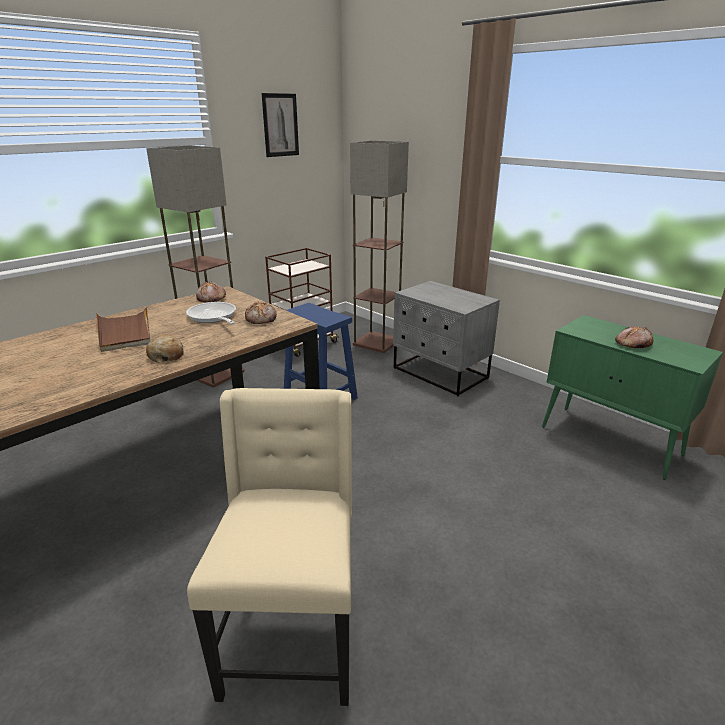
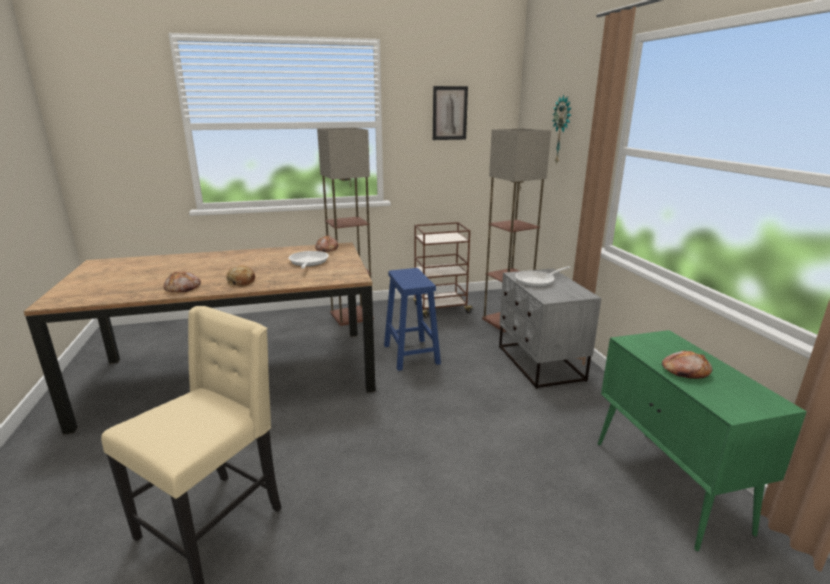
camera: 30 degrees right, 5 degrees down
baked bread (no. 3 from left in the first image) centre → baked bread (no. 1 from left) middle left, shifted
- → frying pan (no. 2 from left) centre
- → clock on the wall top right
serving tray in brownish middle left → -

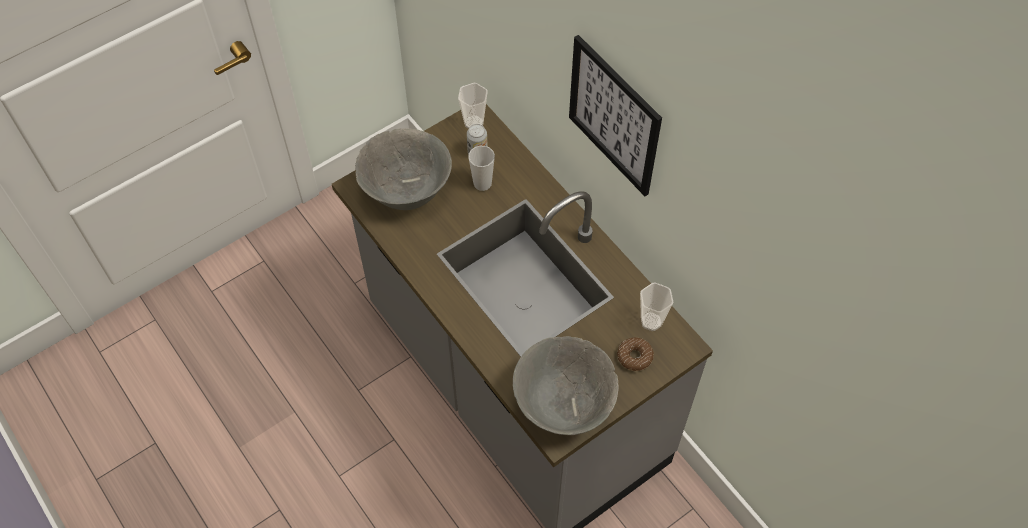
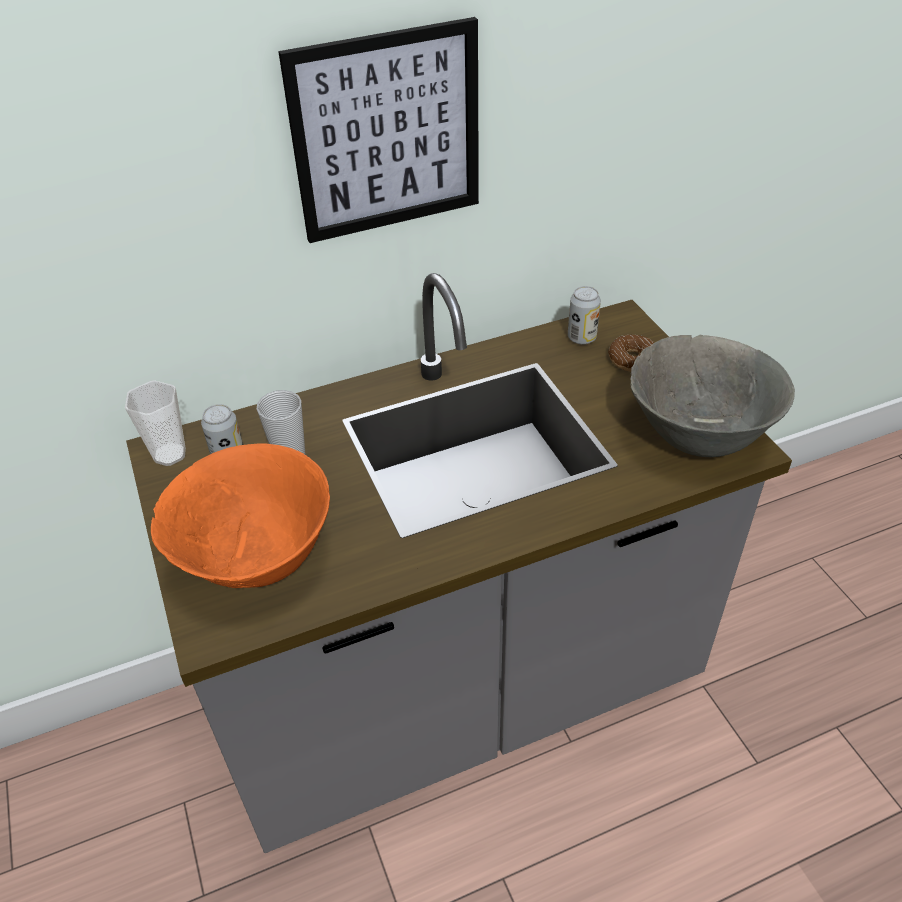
camera: 75 degrees left, 15 degrees down
bowl in grey (no. 1 from left) top centre → bowl in orangey middle left
cup (no. 3 from left) centre → can (no. 2 from left) centre

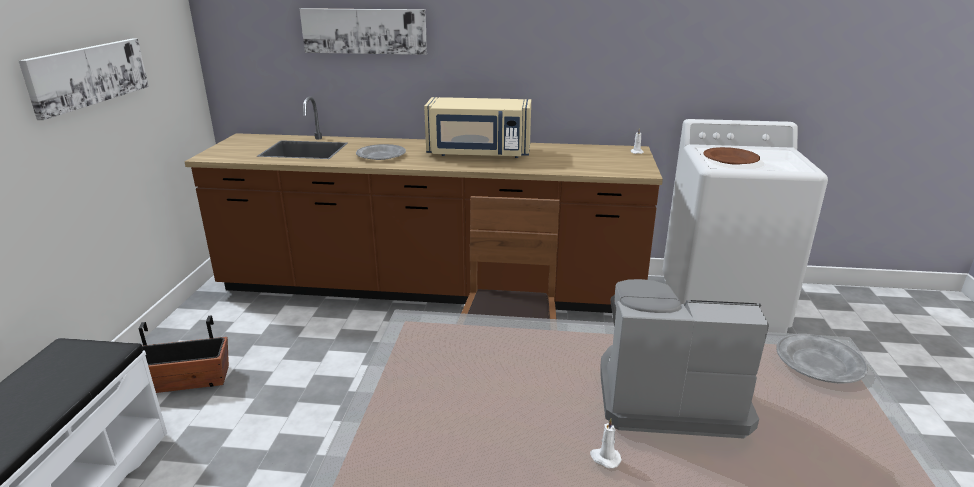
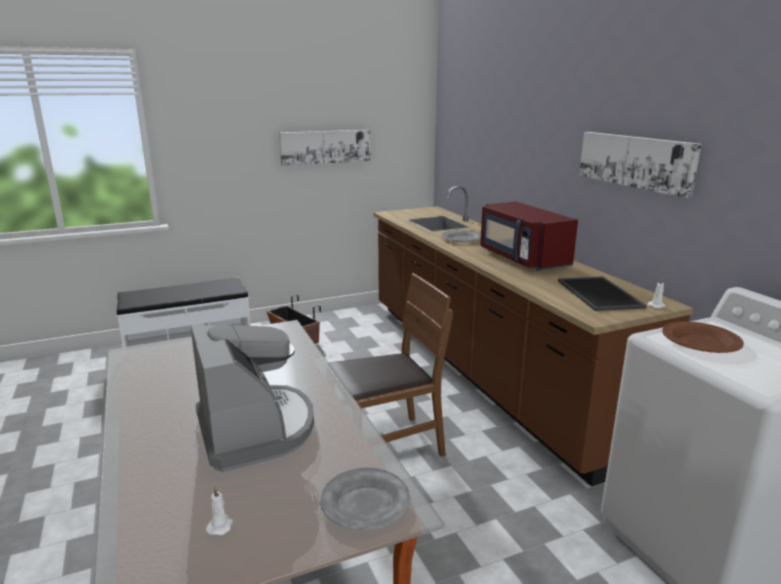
camera: 60 degrees right, 5 degrees down
candle in white-coloured (no. 1 from left) bottom centre → candle in white-coloured (no. 1 from left) bottom left, shifted
microwave oven in sand-coloured top centre → microwave oven in red middle right
- → serving tray middle right
wall picture (no. 2 from left) top centre → wall picture (no. 2 from left) top right, shifted

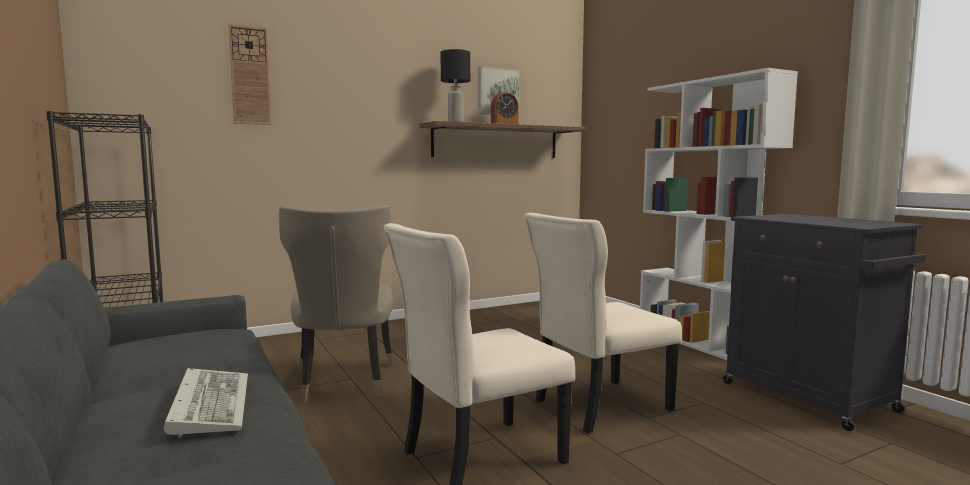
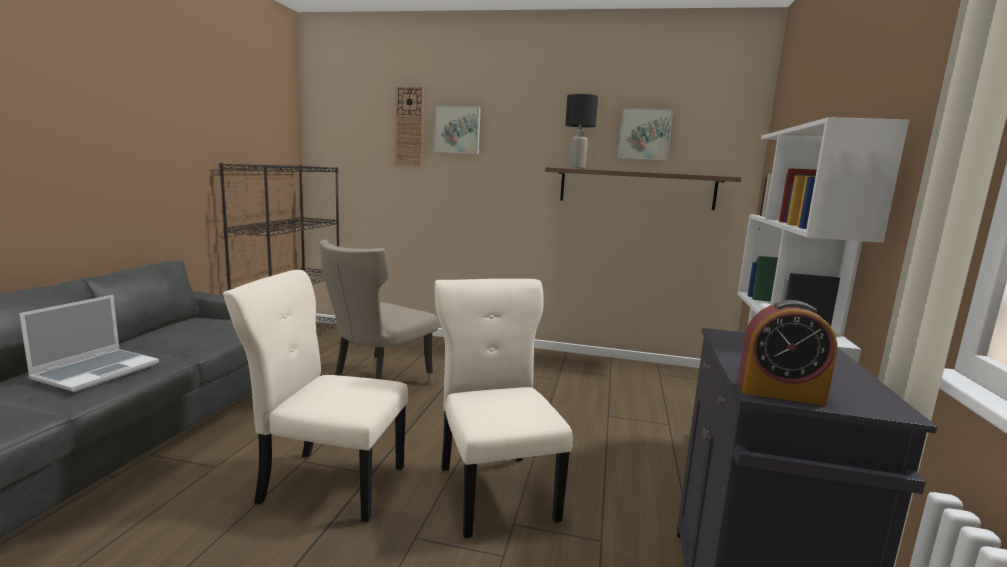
camera: 40 degrees right, 5 degrees up
PC keyboard bottom left → laptop middle left
- → wall picture (no. 1 from left) top centre
plain chair in sand-coloured (no. 3 from left) centre → plain chair in sand-coloured (no. 3 from left) bottom centre, 60 degrees clockwise
alarm clock top centre → alarm clock middle right, shifted

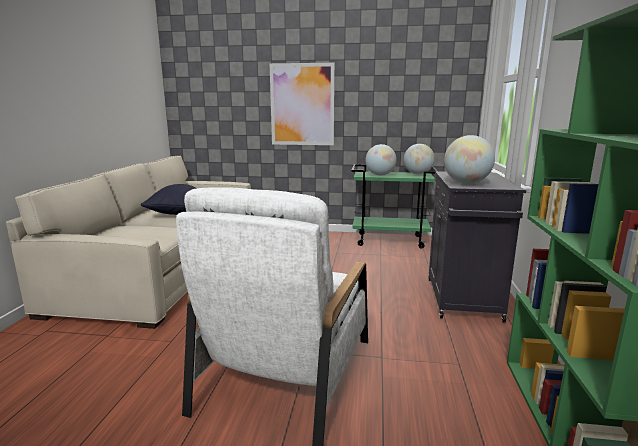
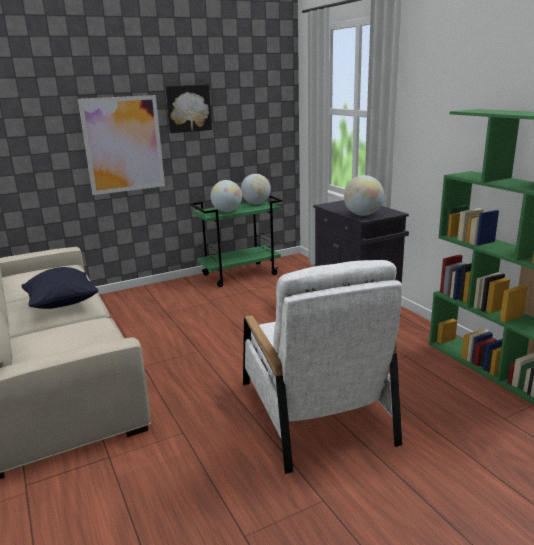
camera: 35 degrees left, 5 degrees up
- → wall picture (no. 2 from left) top centre

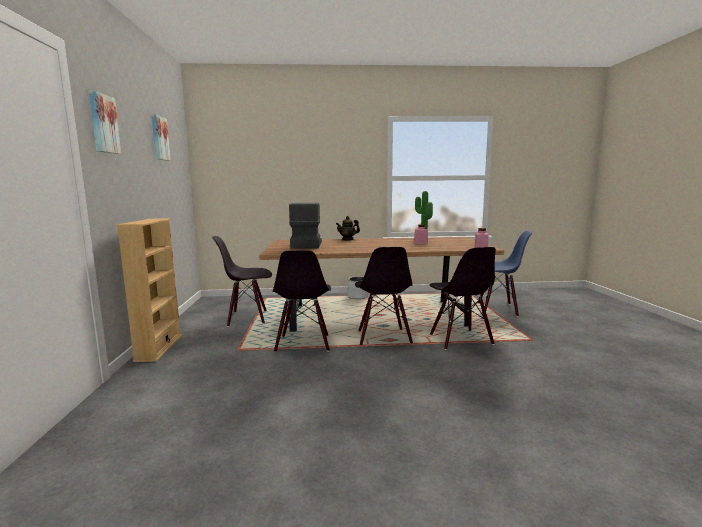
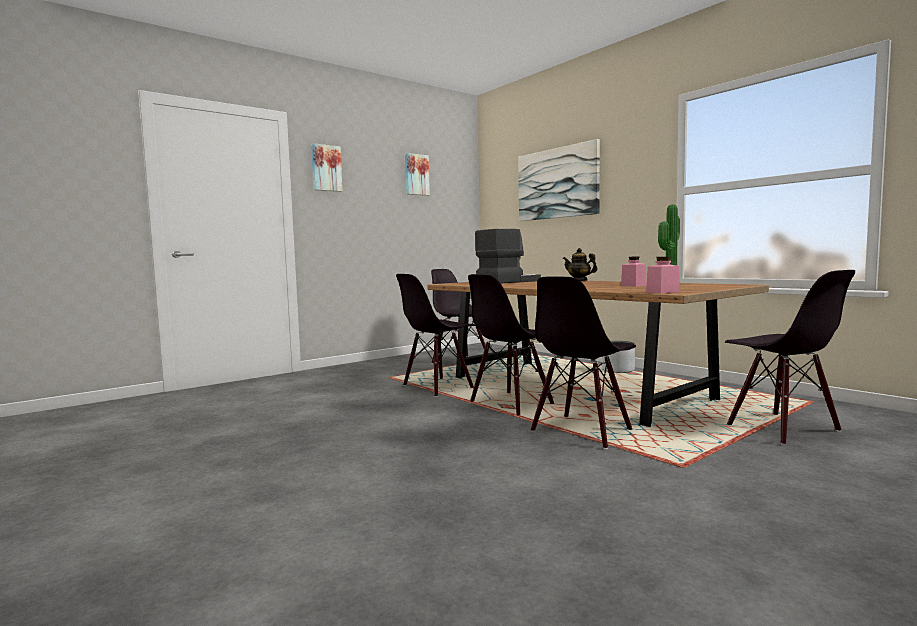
camera: 55 degrees right, 5 degrees down
- → wall picture (no. 3 from left) top centre
plain chair in blue-coloured middle right → plain chair in black (no. 5 from left) middle right
bookshelf in sand-coloured middle left → -

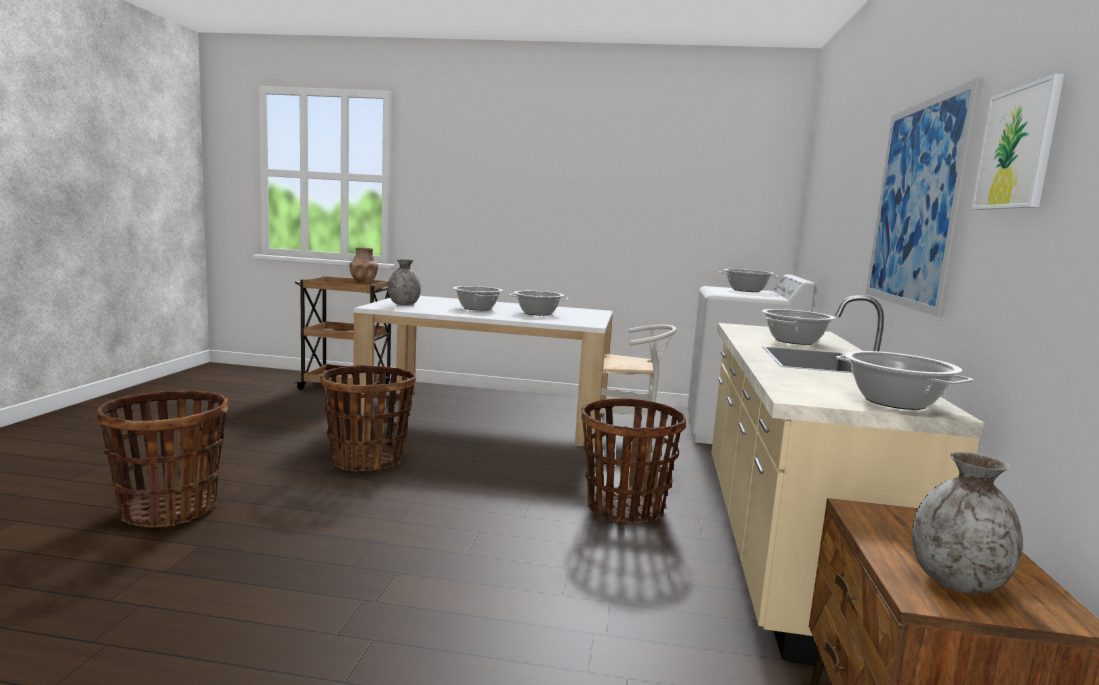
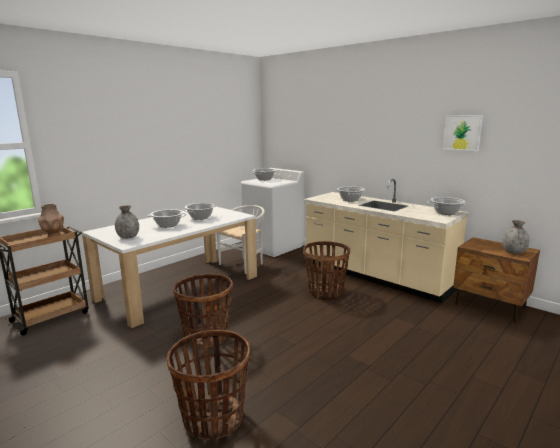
camera: 55 degrees left, 5 degrees up
wall picture (no. 1 from left) top right → -

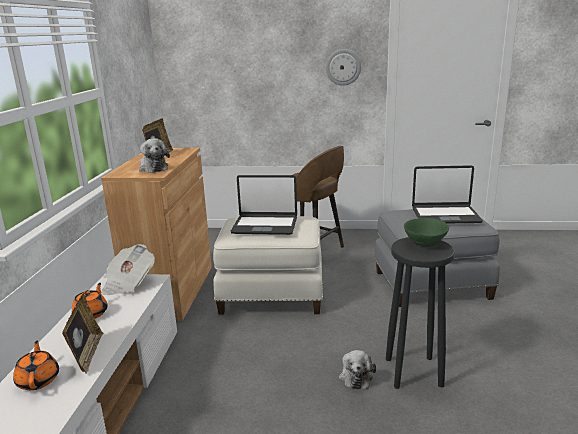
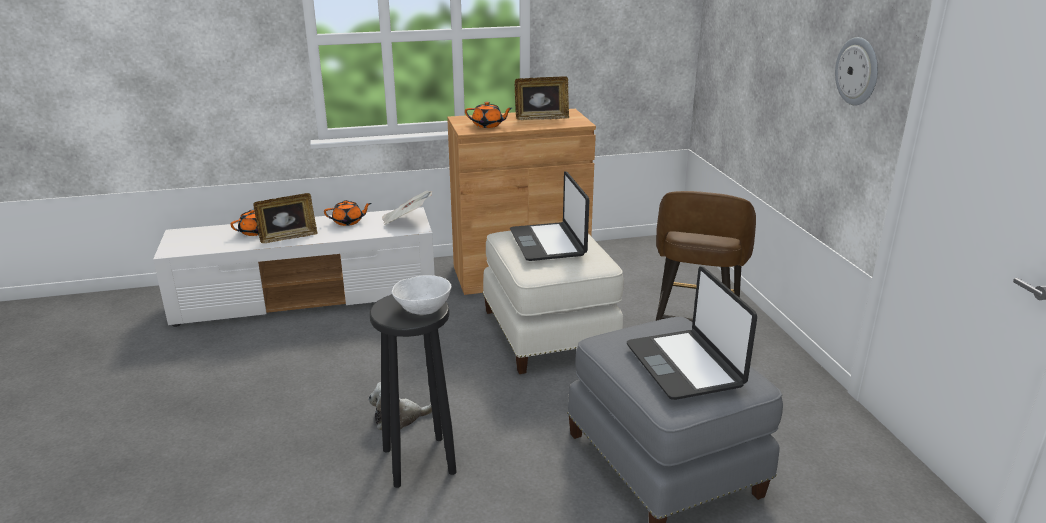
camera: 70 degrees right, 5 degrees up
bowl in green-coloured middle right → bowl in white-coloured centre
soft toy (no. 1 from left) middle left → tea pot in orangey (no. 3 from left) top centre

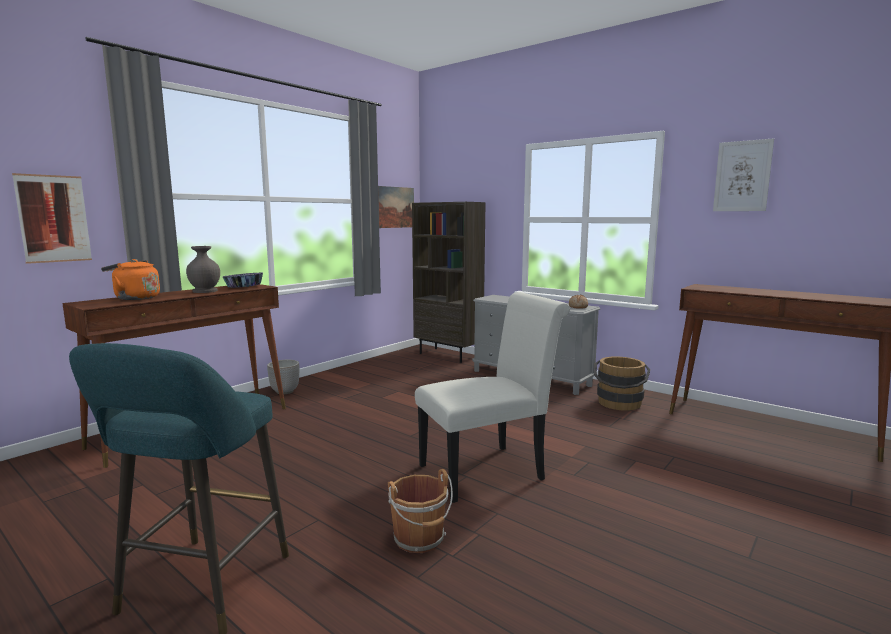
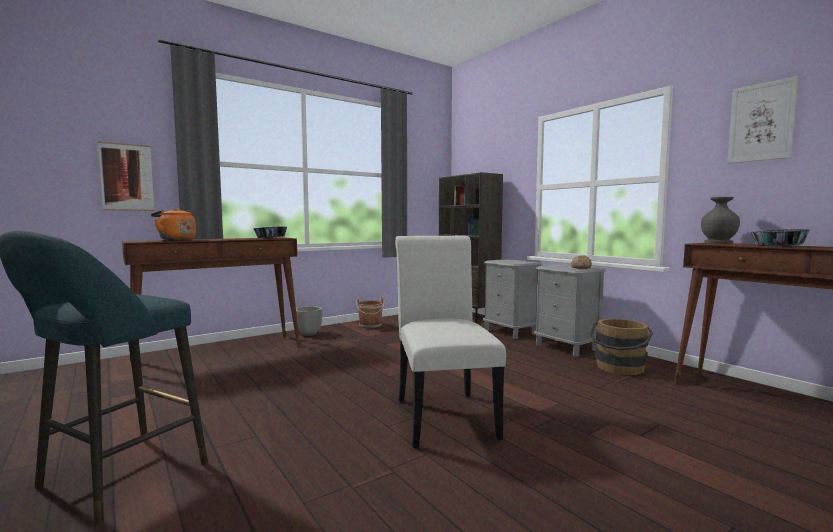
camera: 15 degrees right, 5 degrees down
pail in brownish (no. 1 from left) bottom centre → pail in brownish (no. 1 from left) centre, shifted
plain chair in white-coloured centre, 90 degrees counterclockwise
flower vase in grey middle left → flower vase in grey middle right, shifted
- → bowl (no. 2 from left) middle right
wall picture (no. 2 from left) top centre → -

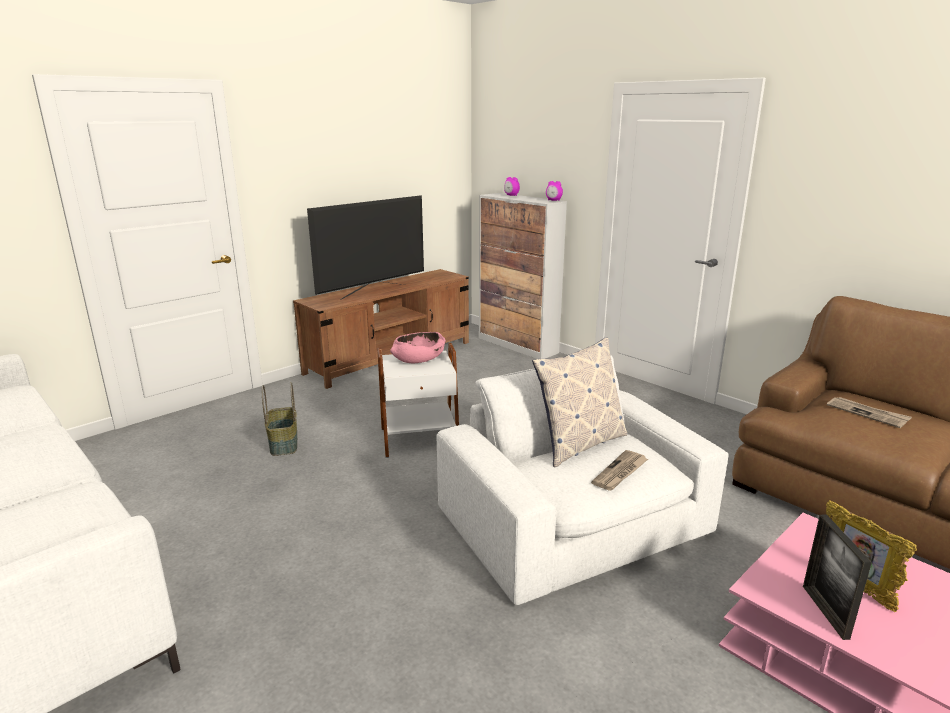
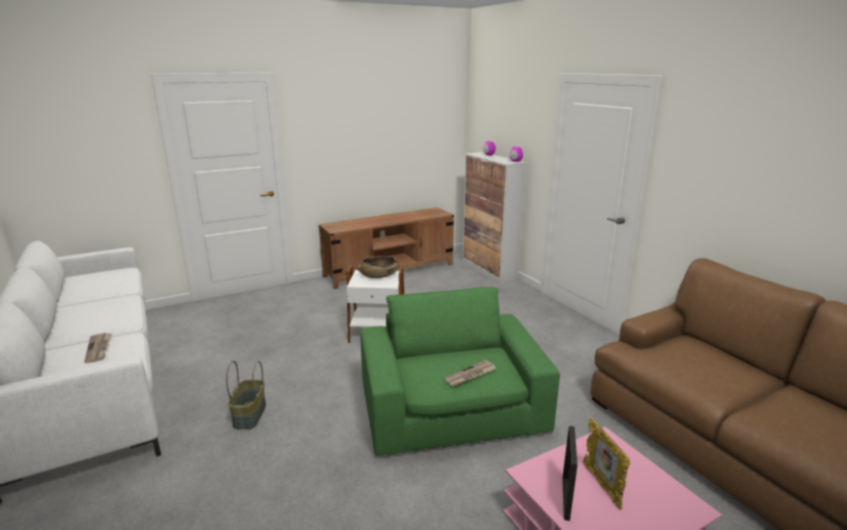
camera: 15 degrees right, 0 degrees up
daily paper (no. 2 from left in the first image) middle right → daily paper (no. 1 from left) middle left, shifted
storage basket middle left → storage basket bottom left, shifted
bowl in pink centre → bowl in brownish centre
lounge chair in white-coloured bottom centre → lounge chair in green-coloured bottom centre
television centre → -
throw pillow centre → -

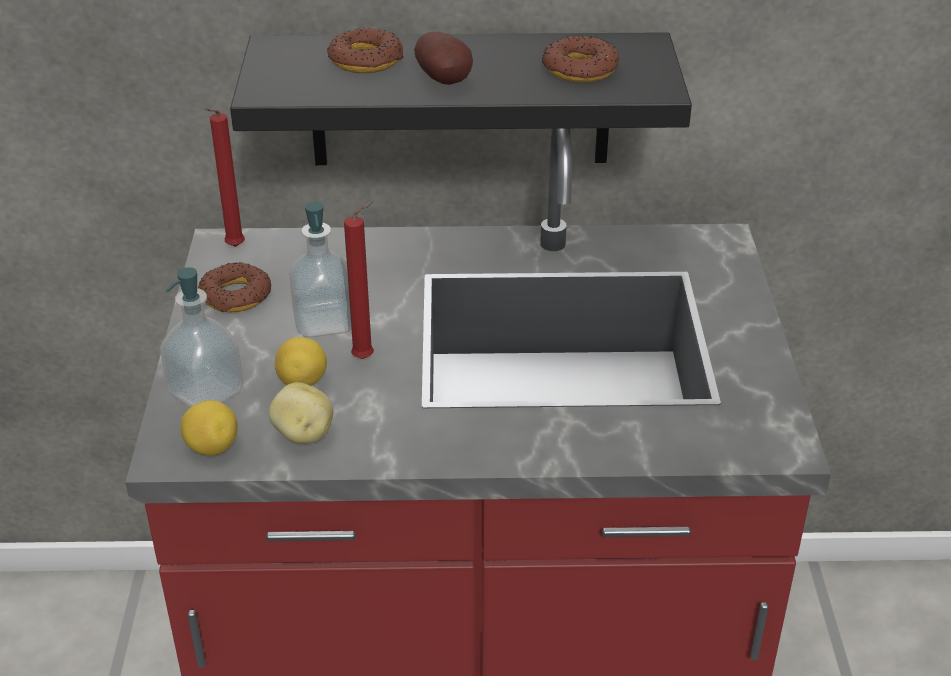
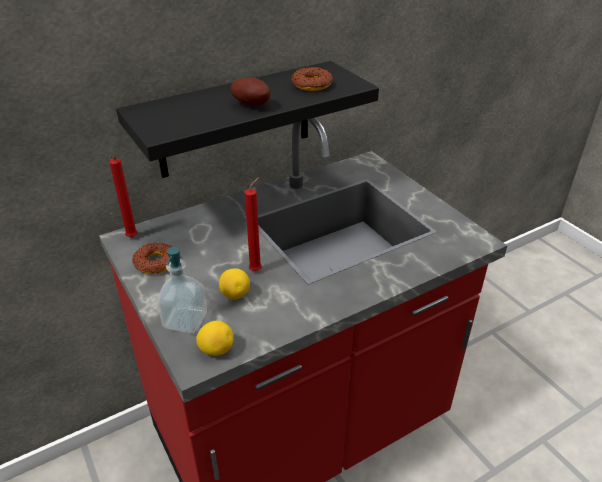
camera: 30 degrees left, 0 degrees up
whole potato (no. 1 from left) middle left → -
soap dispenser (no. 2 from left) centre → -
donut (no. 2 from left) top centre → -

